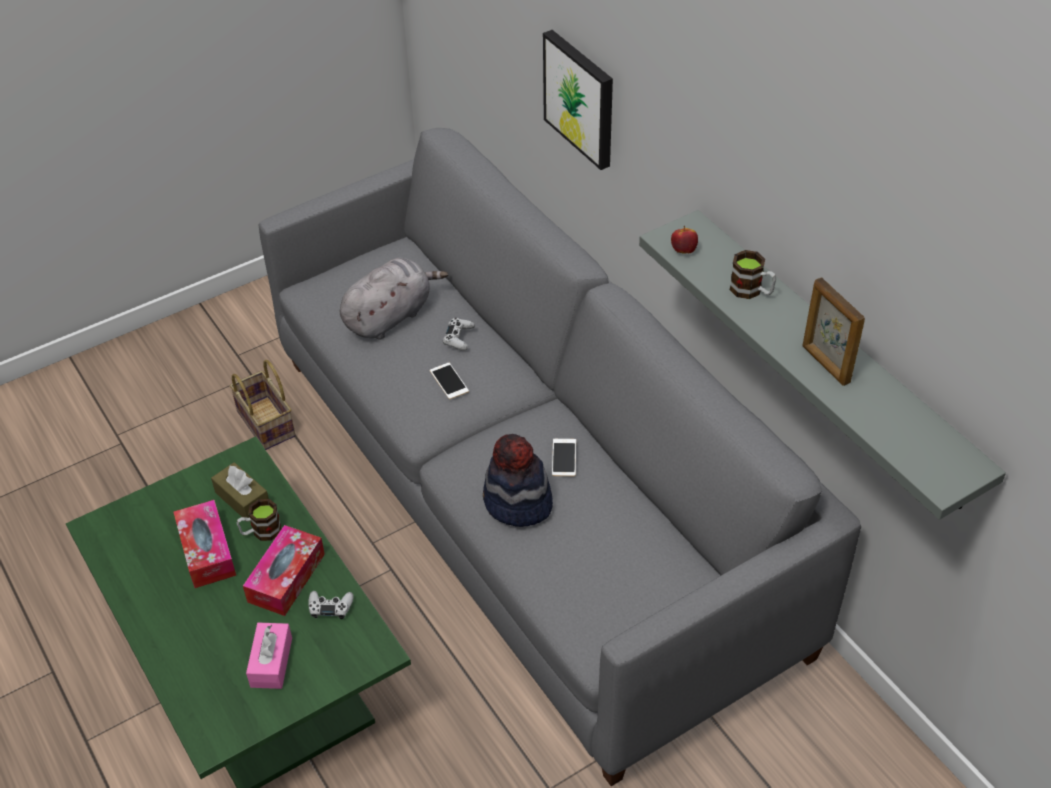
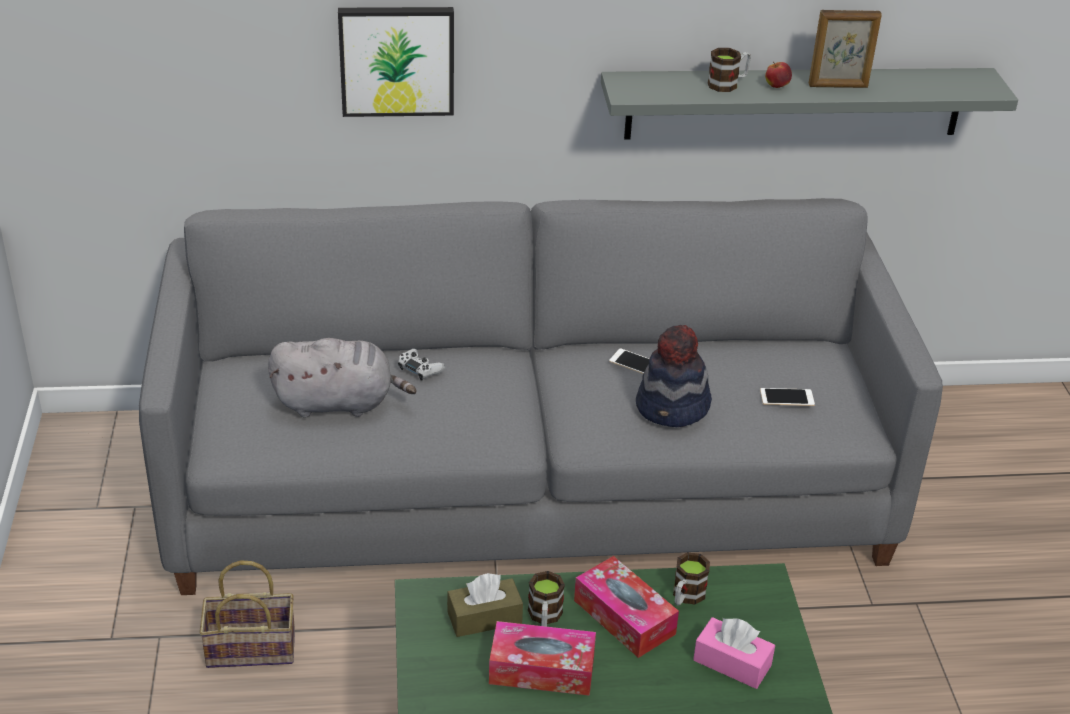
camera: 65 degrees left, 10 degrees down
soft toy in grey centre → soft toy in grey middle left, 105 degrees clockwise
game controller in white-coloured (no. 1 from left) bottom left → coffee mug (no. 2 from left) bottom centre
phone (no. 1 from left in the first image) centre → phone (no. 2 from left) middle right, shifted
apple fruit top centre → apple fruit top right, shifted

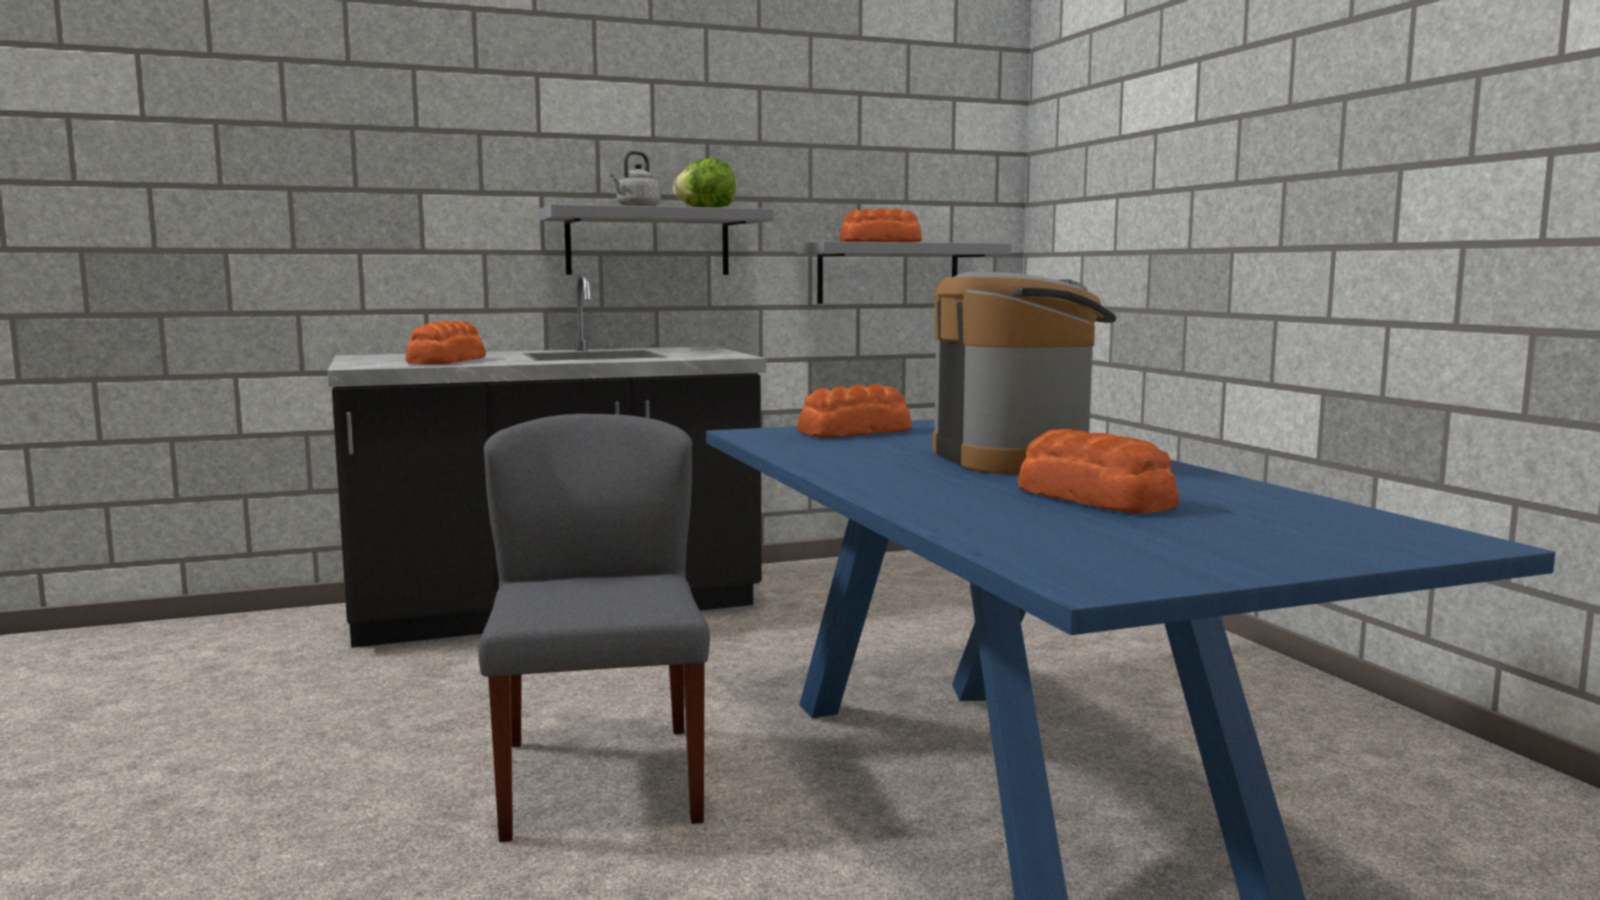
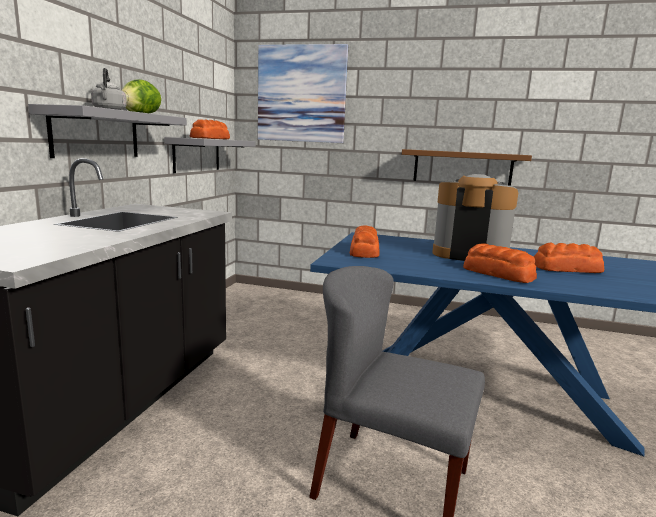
camera: 55 degrees left, 5 degrees up
- → wall picture top centre
- → wall shelf in brownish top right
baked bread (no. 1 from left in the first image) middle left → baked bread (no. 3 from left) middle right, shifted

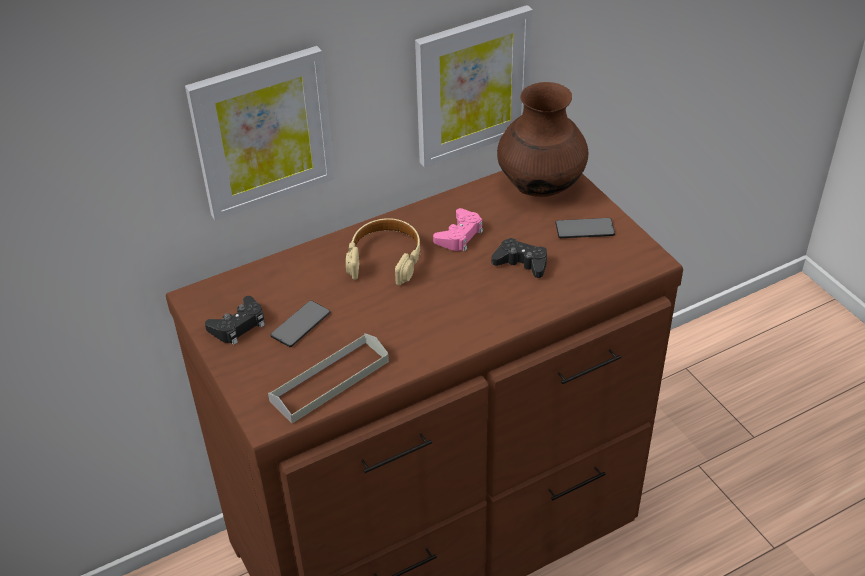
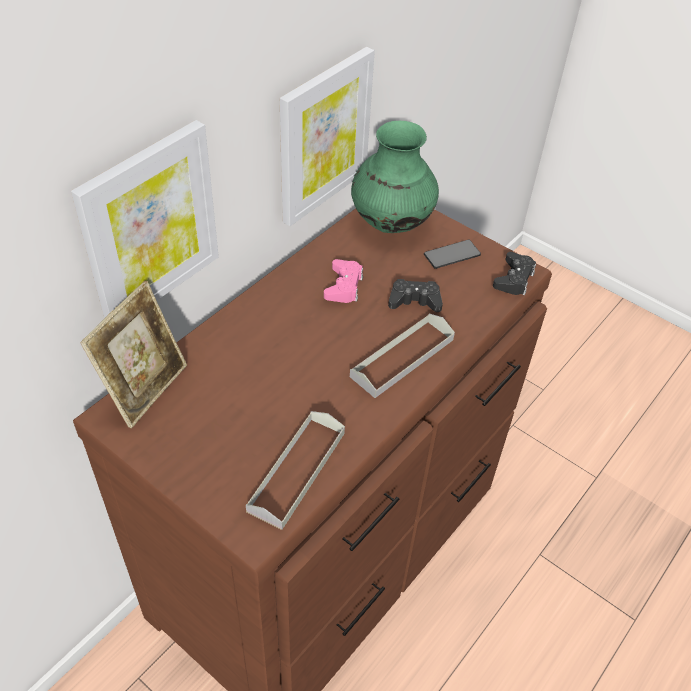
camera: 25 degrees left, 5 degrees up
- → standing frame middle left
- → serving tray in grey (no. 2 from left) centre
flower vase in brownish top centre → flower vase in green-coloured top centre
game controller in black (no. 1 from left in the first image) middle left → game controller in black (no. 2 from left) middle right, shifted
phone (no. 1 from left) centre → -
headphones in sand-coloured centre → -

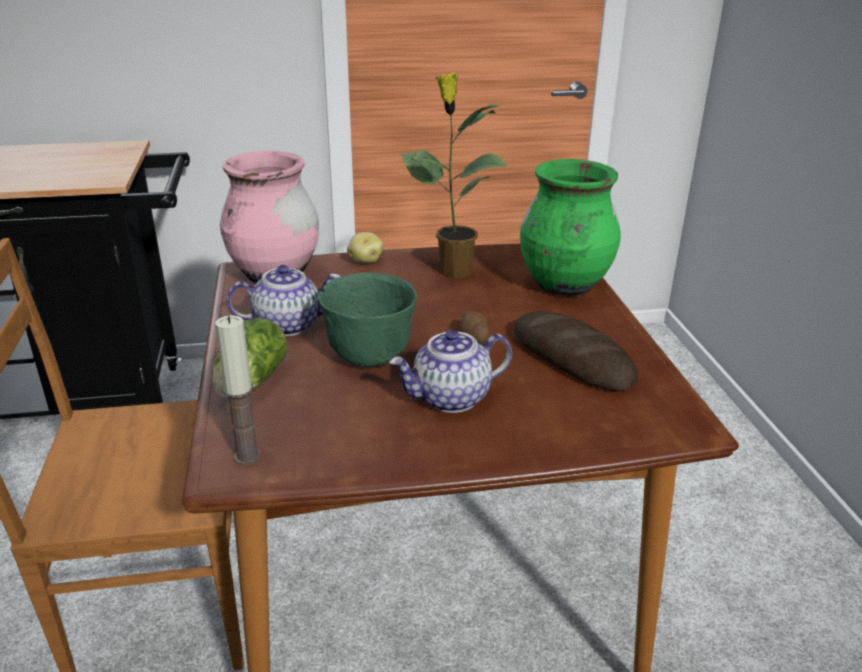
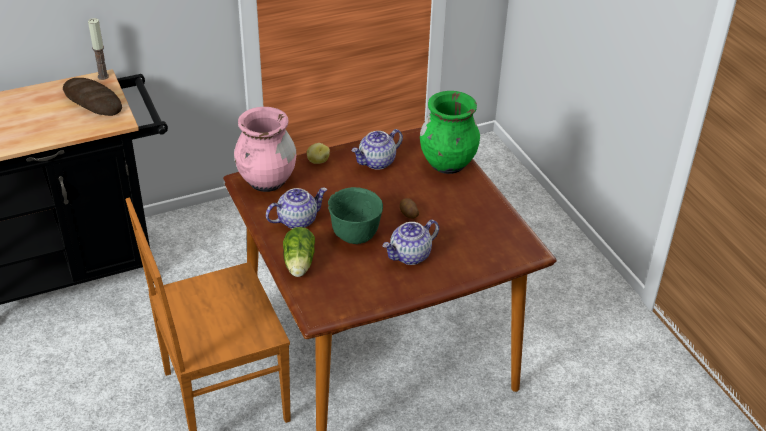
camera: 15 degrees left, 10 degrees up
baked bread middle right → baked bread top left, shifted
candle middle left → candle top left, shifted
potted plant top centre → tea pot (no. 2 from left) centre

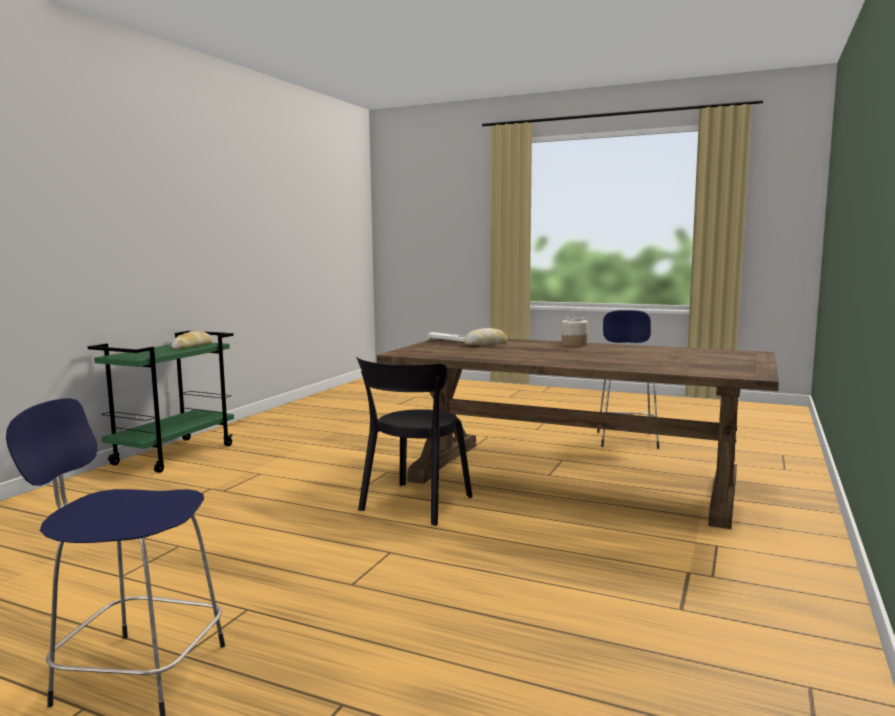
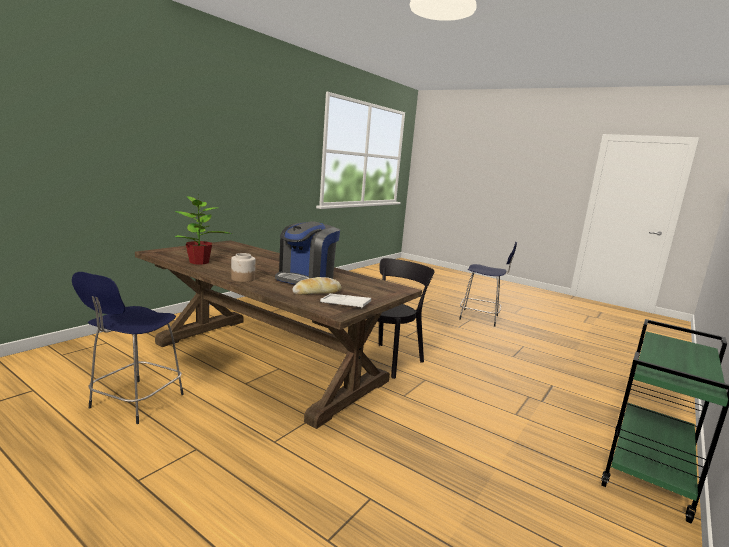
camera: 170 degrees left, 5 degrees up
- → potted plant middle left
- → coffee maker centre
baked bread (no. 1 from left) middle left → -

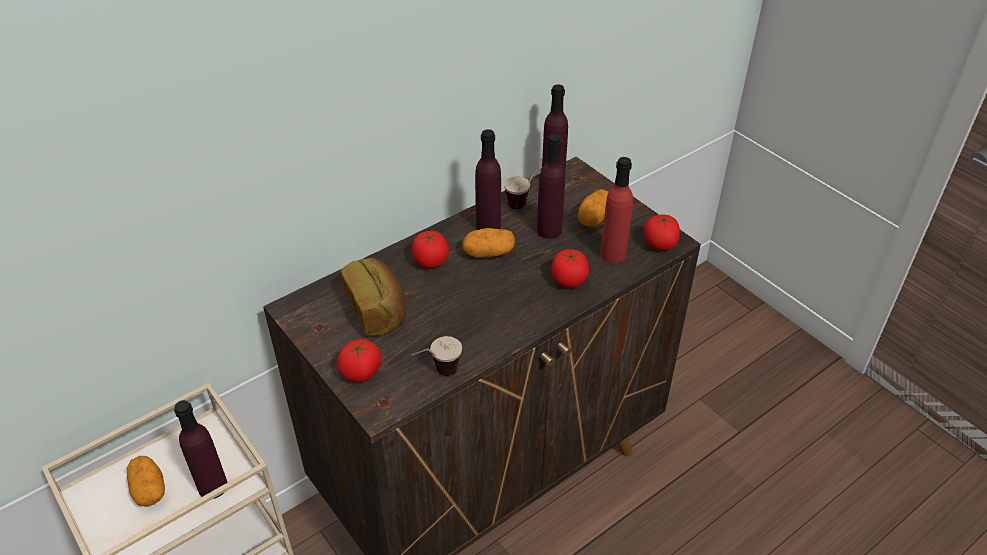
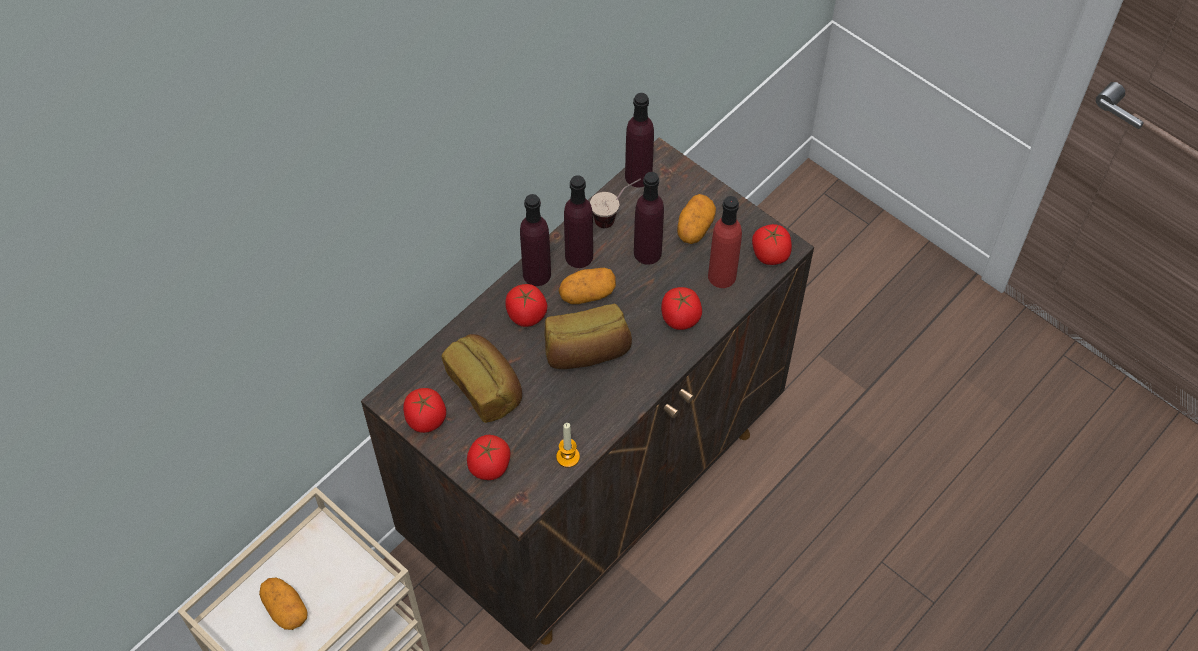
camera: 10 degrees left, 15 degrees up
- → fresh tomato (no. 1 from left) centre
beverage bottle in purple (no. 1 from left) bottom left → beverage bottle in purple (no. 1 from left) centre, shifted
- → baked bread (no. 2 from left) centre
cup (no. 1 from left) centre → candle bottom centre

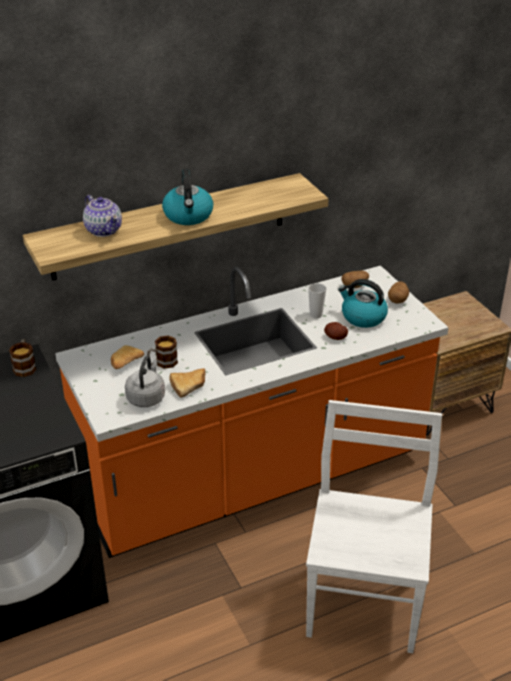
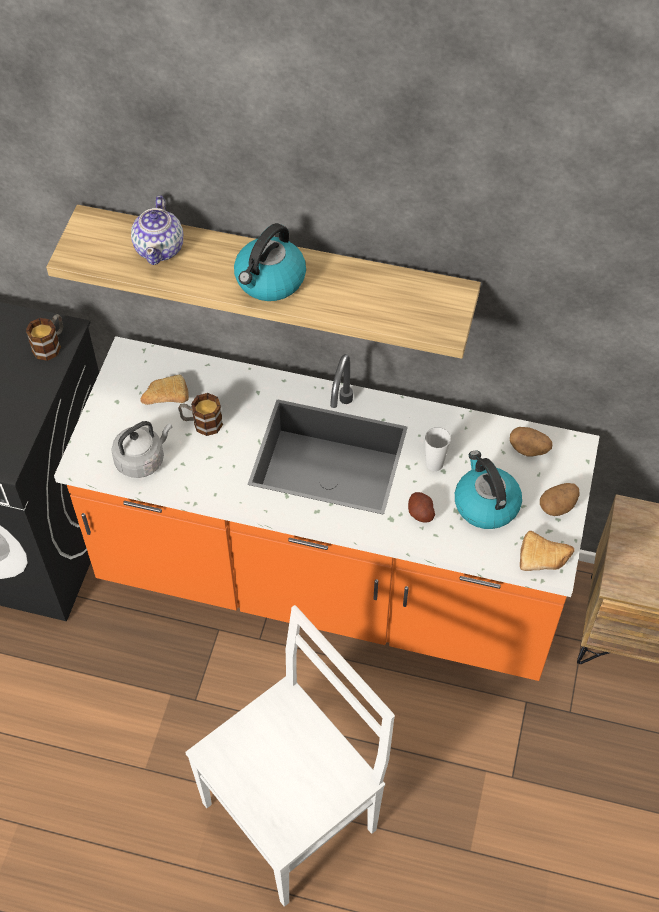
camera: 40 degrees right, 20 degrees up
baked bread (no. 2 from left) centre → baked bread (no. 2 from left) middle right, shifted

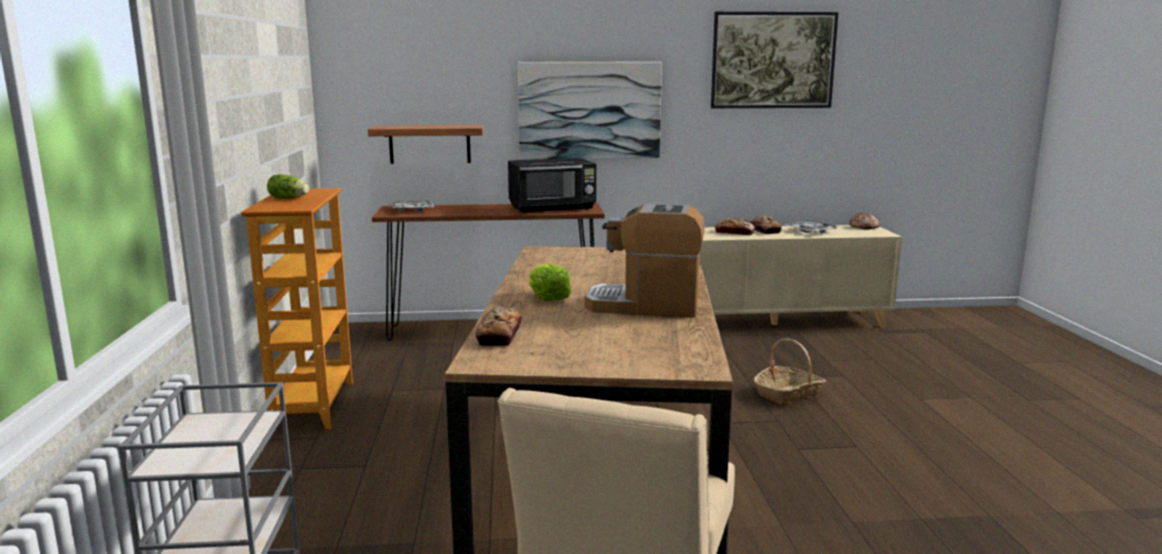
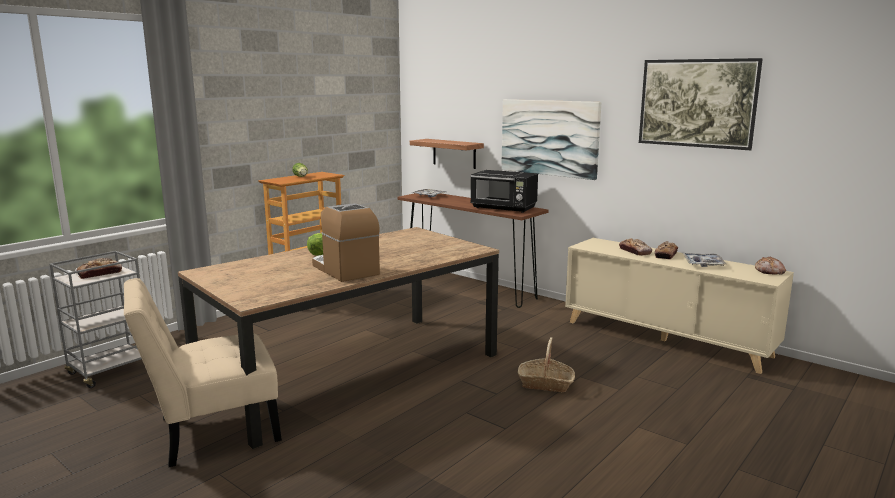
camera: 45 degrees right, 0 degrees up
baked bread (no. 1 from left) centre → baked bread (no. 1 from left) middle left, shifted

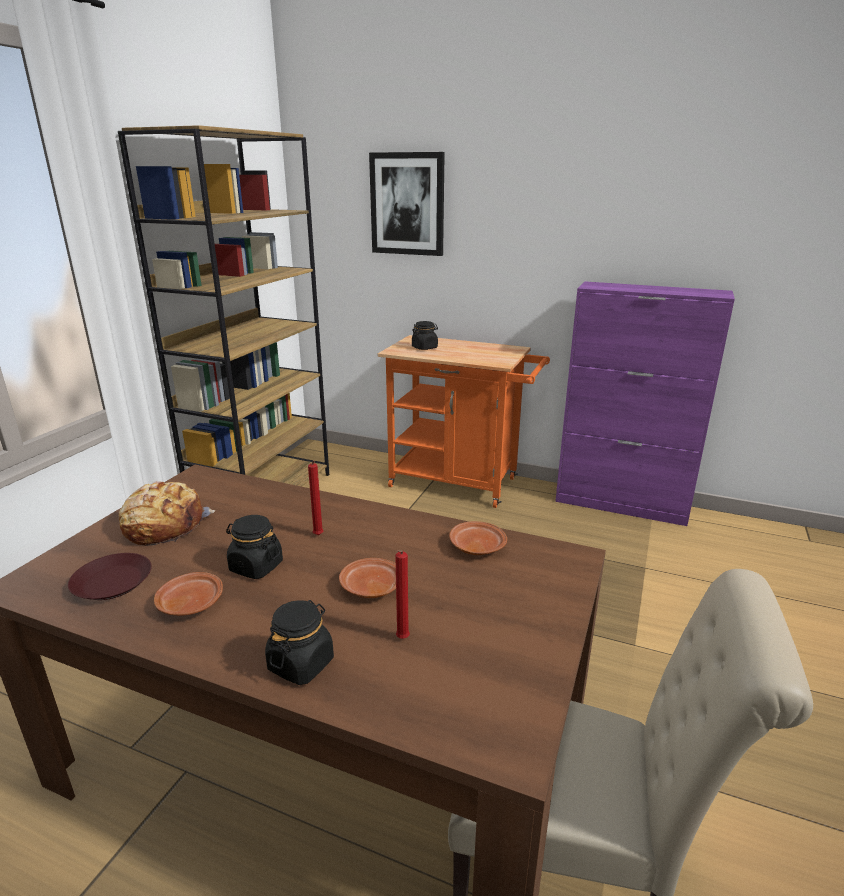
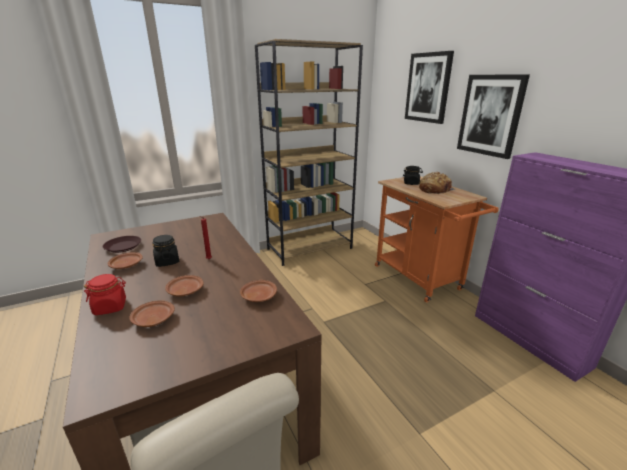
camera: 40 degrees right, 0 degrees up
storage jar in black (no. 2 from left) bottom centre → storage jar in red middle left
candle in red (no. 2 from left) centre → flat dish in brownish (no. 3 from left) middle left
baked bread middle left → baked bread middle right, shifted
- → wall picture (no. 2 from left) top right

